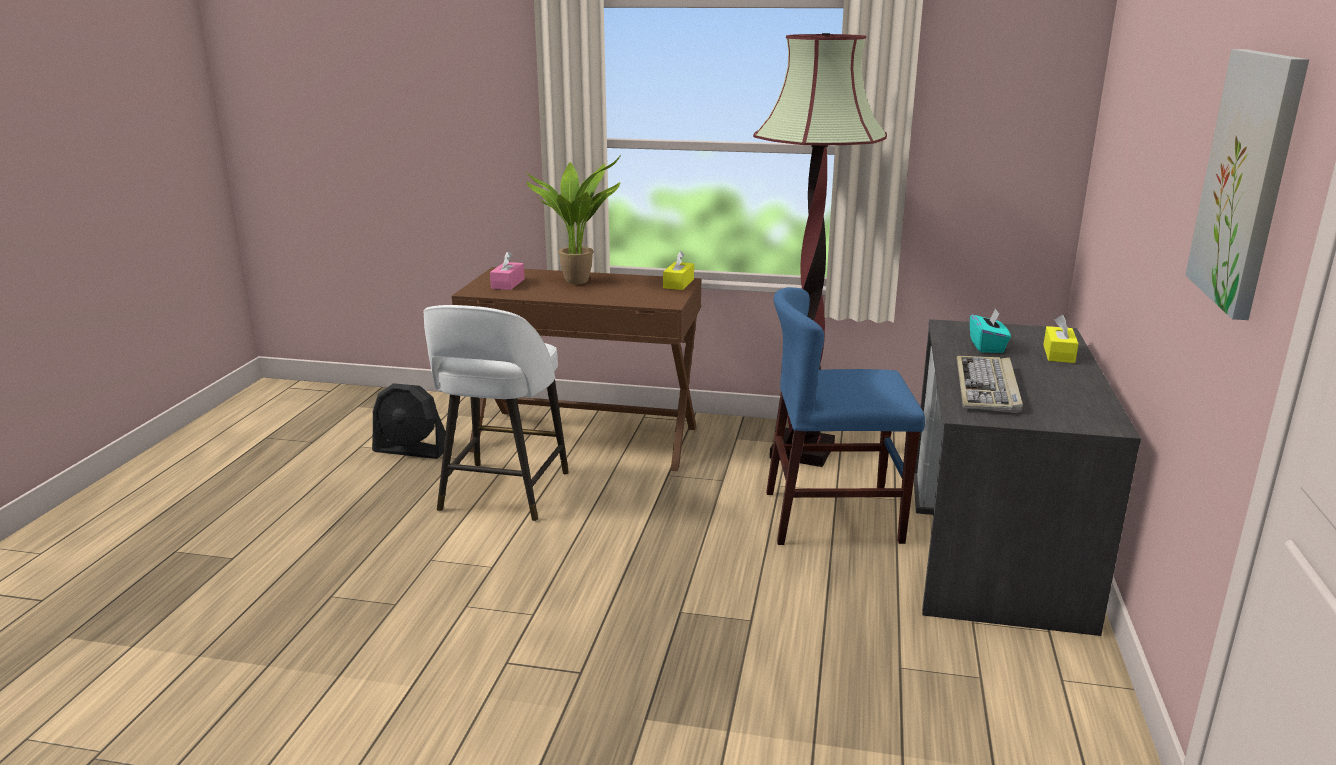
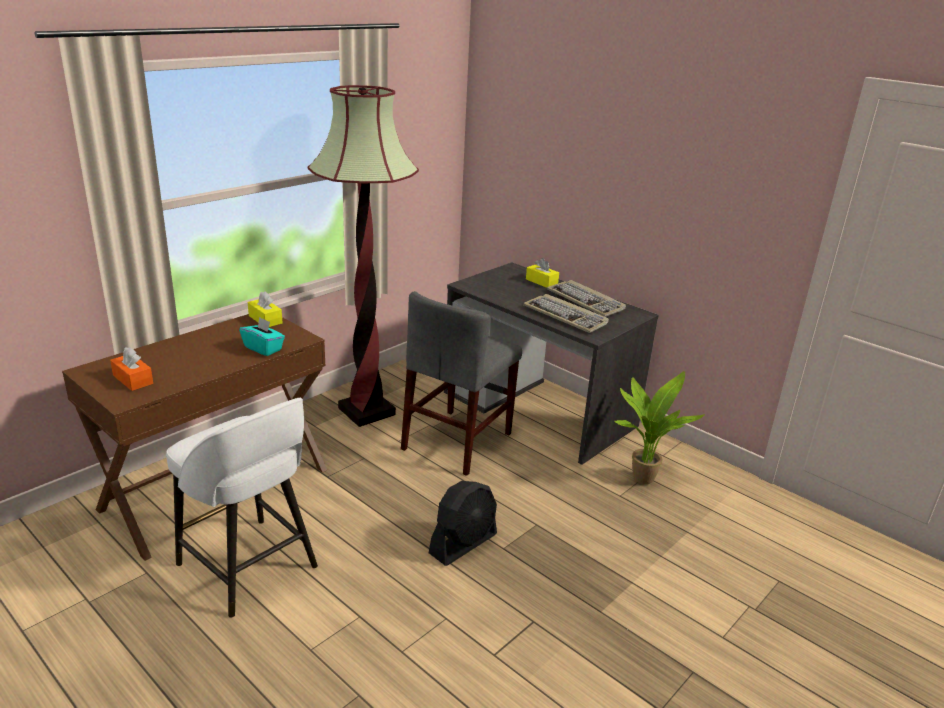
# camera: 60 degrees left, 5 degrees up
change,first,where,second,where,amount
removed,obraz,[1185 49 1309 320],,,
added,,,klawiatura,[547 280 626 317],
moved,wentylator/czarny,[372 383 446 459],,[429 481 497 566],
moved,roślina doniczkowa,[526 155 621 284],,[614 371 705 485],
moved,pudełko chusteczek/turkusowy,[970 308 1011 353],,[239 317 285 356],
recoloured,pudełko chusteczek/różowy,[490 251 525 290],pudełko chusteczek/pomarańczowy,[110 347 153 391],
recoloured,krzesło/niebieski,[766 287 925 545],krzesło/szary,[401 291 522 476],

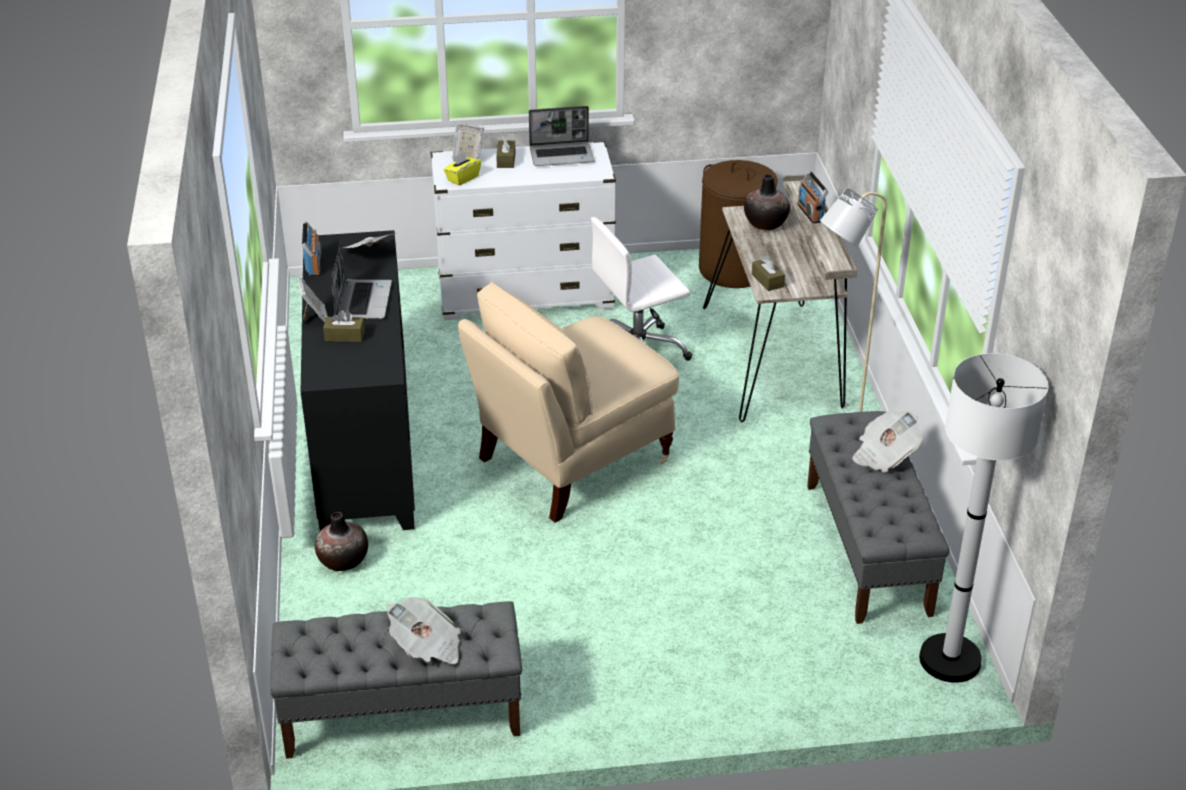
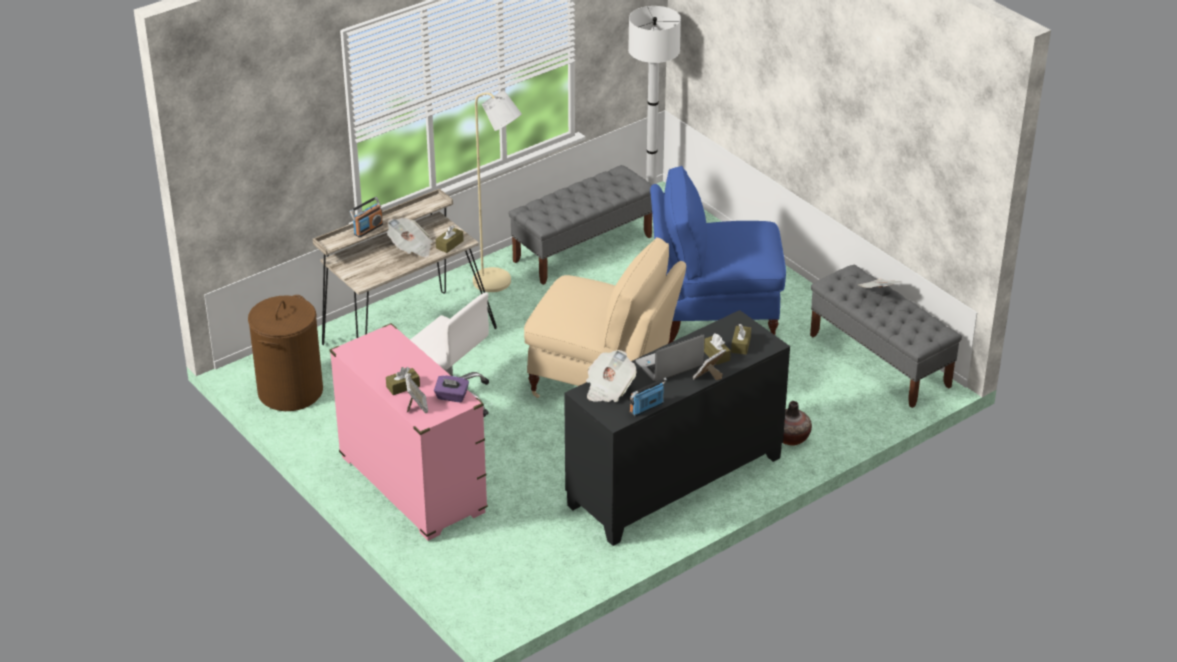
# camera: 120 degrees left, 0 degrees up
change,first,where,second,where,amount
removed,laptop,[529 106 595 166],,,
removed,wazon,[744 174 790 230],,,
added,,,krzesło/niebieski,[650 166 786 344],
added,,,pudełko chusteczek/brązowy,[731 324 751 355],
moved,gazeta,[852 410 923 473],,[387 218 433 258],
recoloured,komoda/biały,[430 141 616 320],komoda/różowy,[329 323 488 541],
recoloured,pudełko chusteczek/żółty,[443 152 481 186],pudełko chusteczek/fioletowy,[434 375 469 402],

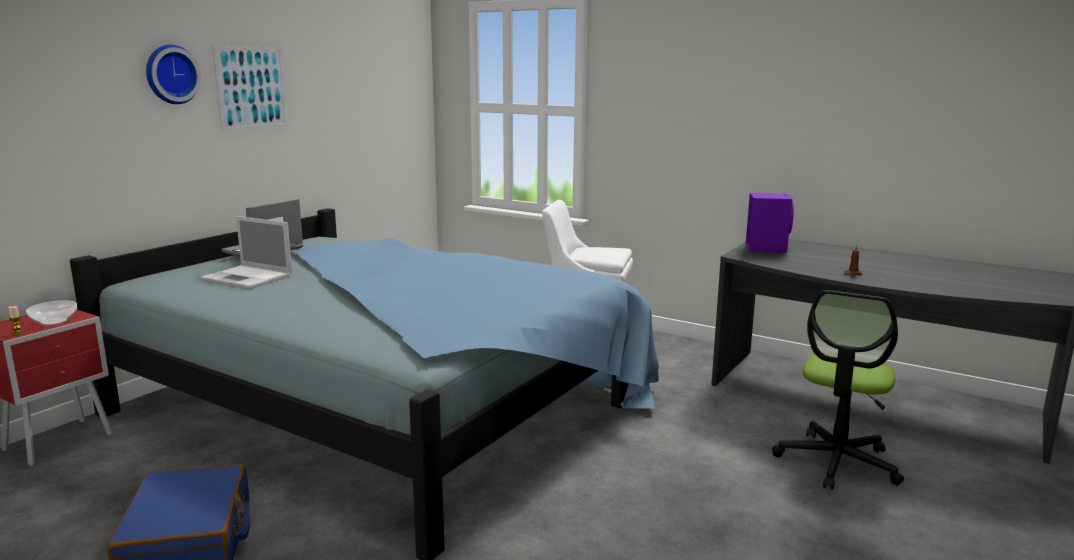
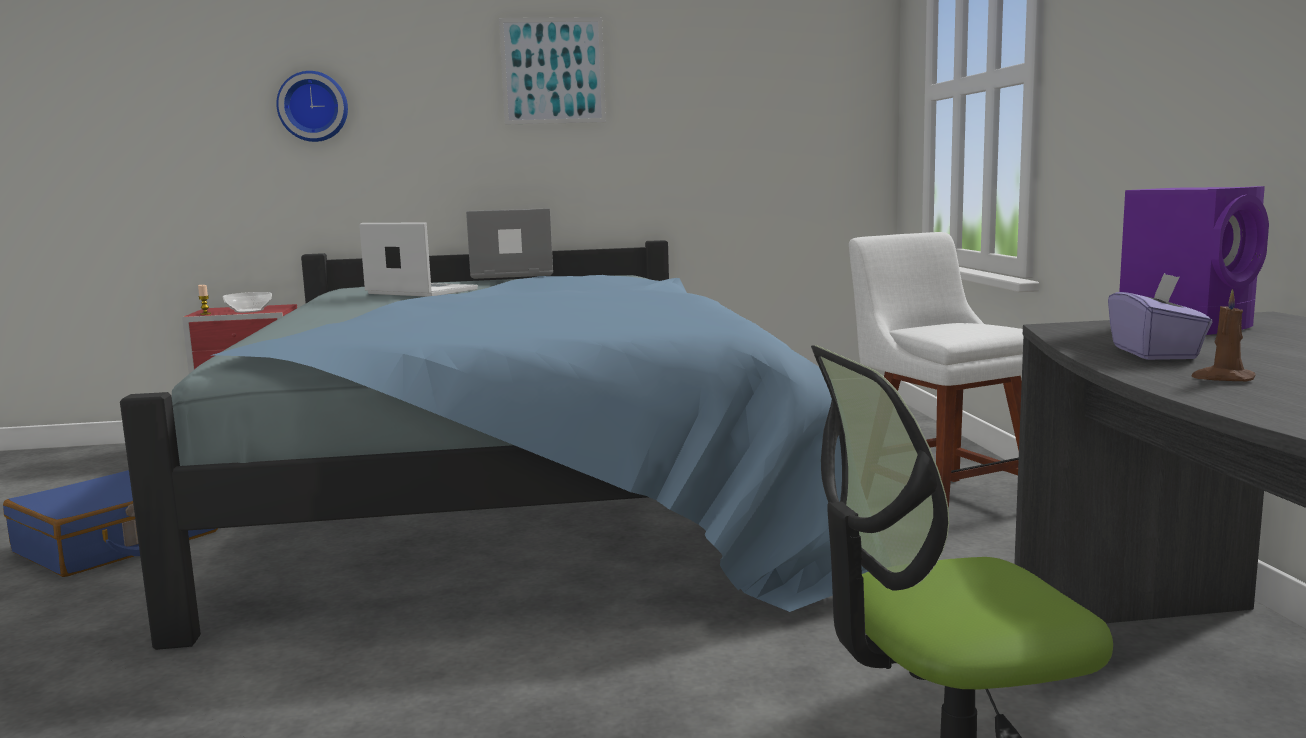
# camera: 50 degrees right, 5 degrees down
change,first,where,second,where,amount
added,,,pudełko chusteczek/fioletowy,[1108 273 1212 360],
moved,zegar ścienny,[146 45 201 104],,[276 71 348 142],
turned,laptop,[200 216 292 289],,[359 222 478 297],135 degrees clockwise

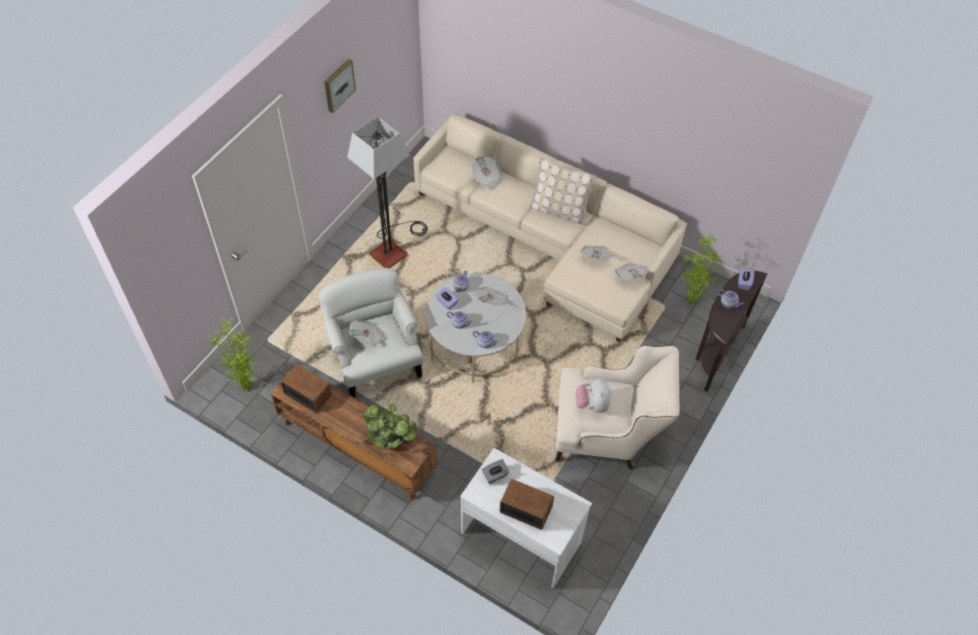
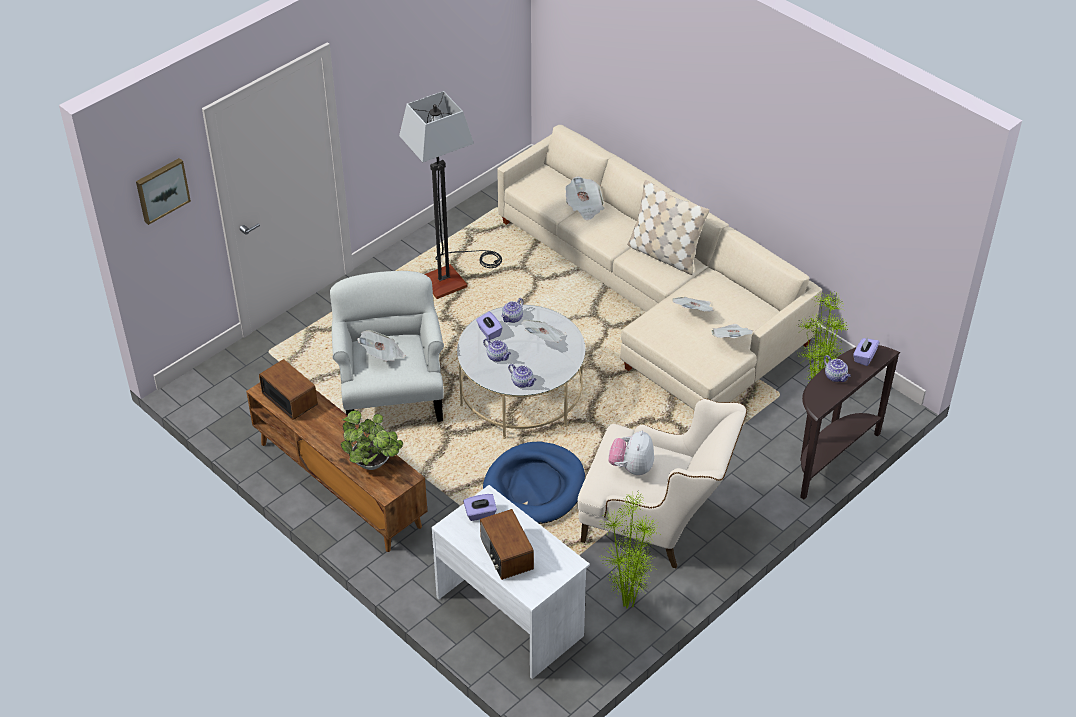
# camera: 15 degrees right, 10 degrees down
change,first,where,second,where,amount
added,,,legowisko/niebieski,[483 441 585 524],
moved,roślina doniczkowa,[204 315 258 392],,[599 492 662 608],
moved,obraz,[324 59 356 113],,[136 158 191 225],
recoloured,pudełko chusteczek/szary,[482 459 509 484],pudełko chusteczek/fioletowy,[463 494 497 521],
turned,radio,[499 479 554 530],,[480 509 534 580],150 degrees counterclockwise

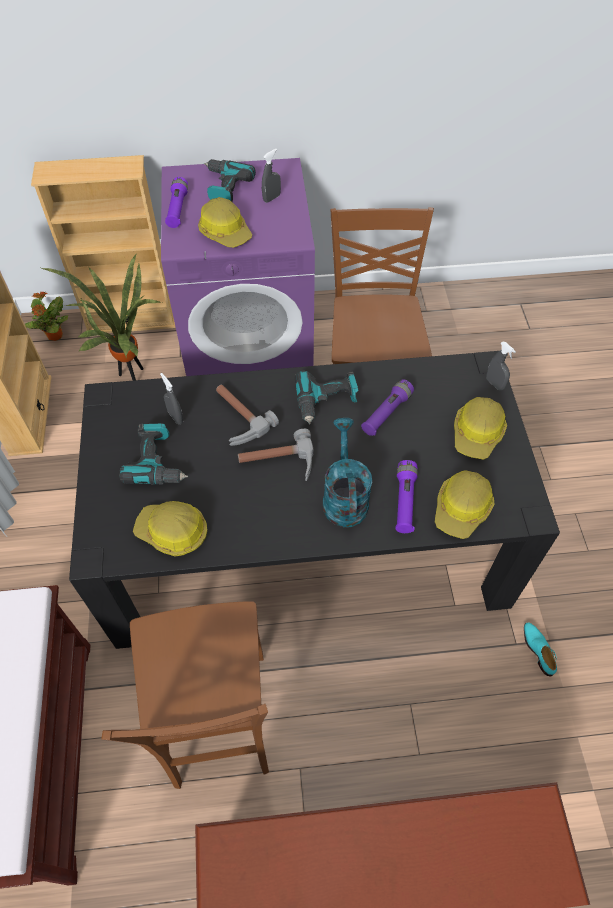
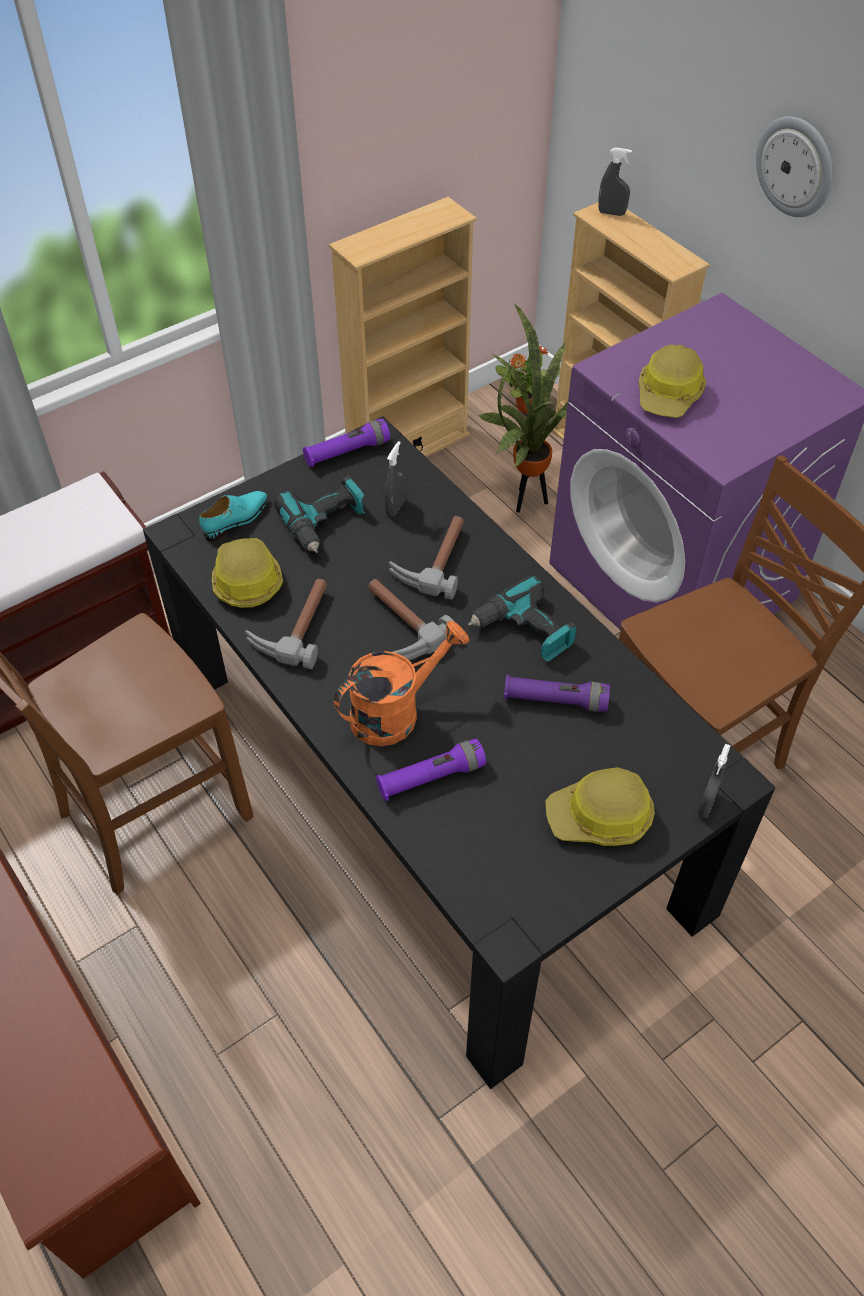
# camera: 60 degrees right, 5 degrees down
change,first,where,second,where,amount
removed,wiertarka,[204 159 256 202],,,
removed,kask,[435 470 495 539],,,
added,,,młotek,[245 579 327 669],
added,,,zegar ścienny,[756 117 833 217],
moved,latarka/fioletowy,[165 177 188 228],,[303 419 390 467],
moved,spryskiwacz/szary,[262 149 281 203],,[598 147 632 216],
moved,but/turkusowy,[524 622 557 676],,[199 491 268 541],
recoloured,konewka/turkusowy,[323 418 372 528],konewka/pomarańczowy,[334 621 469 746],

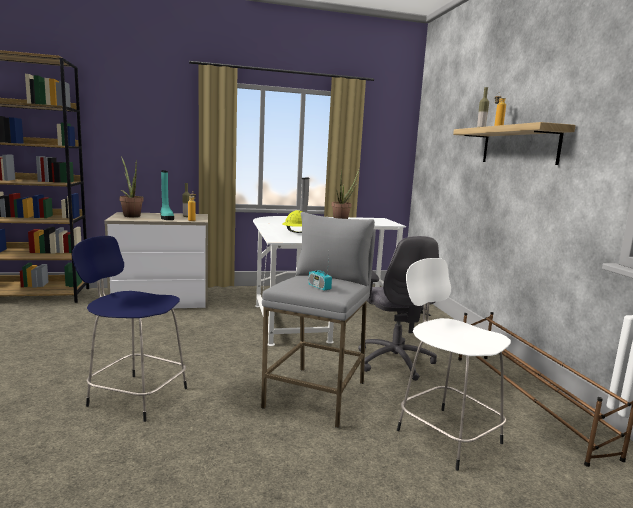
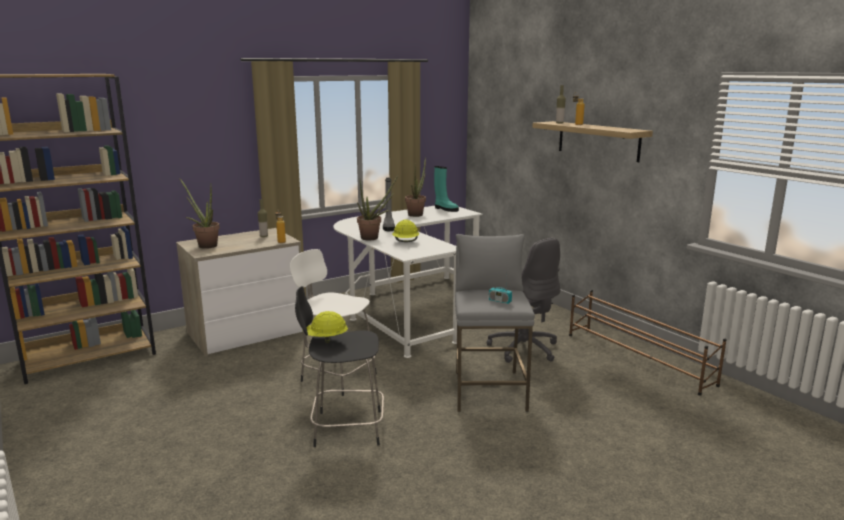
# camera: 20 degrees left, 5 degrees up
change,first,where,second,where,amount
added,,,kask/żółty,[302 311 348 343],
added,,,roślina doniczkowa,[357 175 398 240],
moved,but z cholewką/turkusowy,[160 170 174 220],,[434 166 459 212],
moved,stołek/biały,[397 258 511 471],,[290 249 377 396],
recoloured,stołek/niebieski,[72 236 187 422],stołek/czarny,[295 286 384 447],

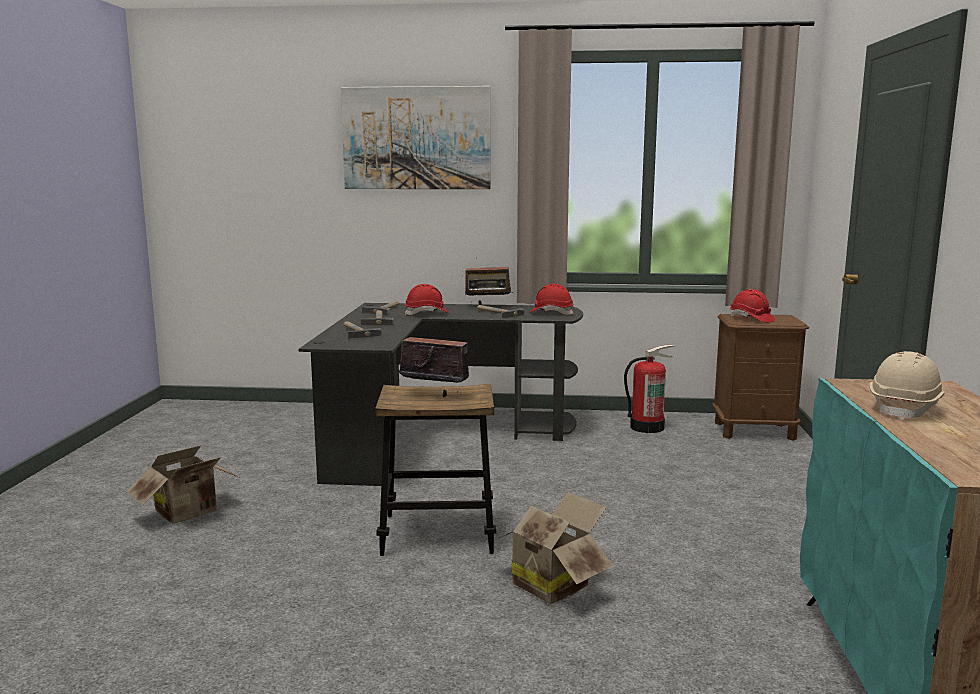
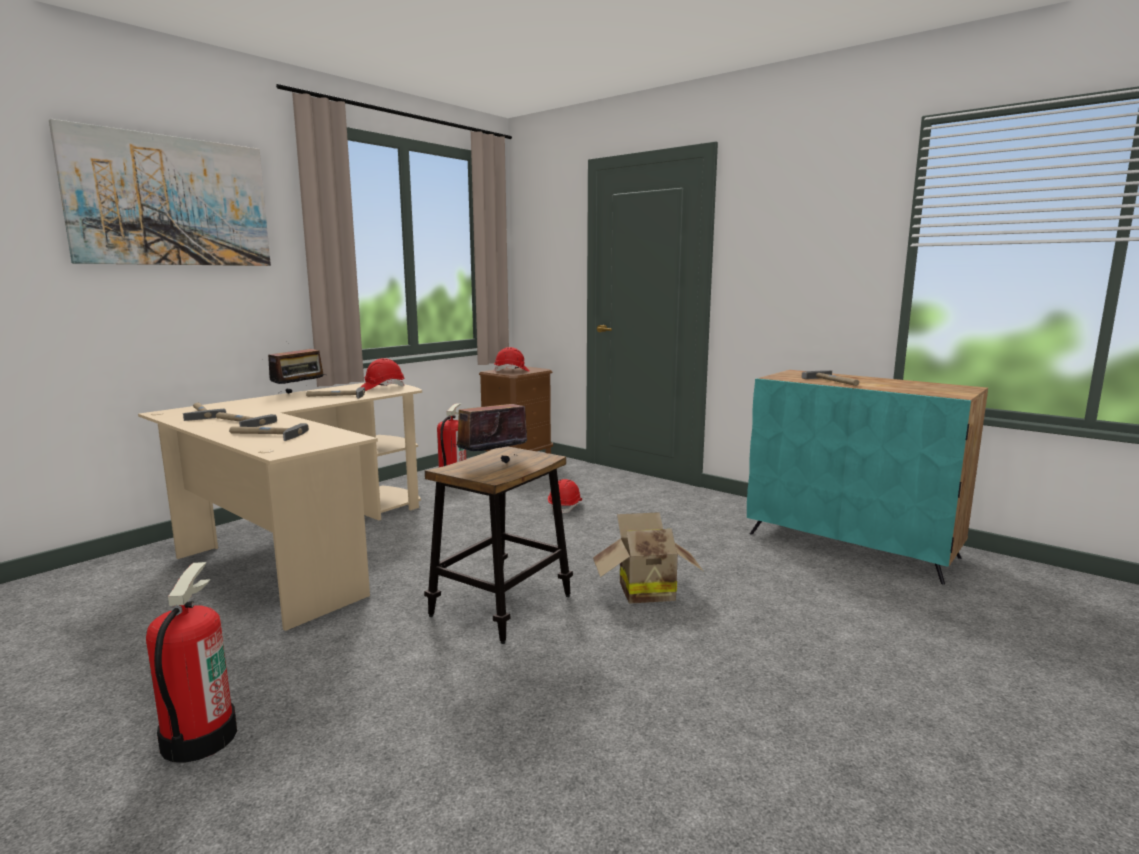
# camera: 55 degrees left, 0 degrees up
change,first,where,second,where,amount
moved,kask/czerwony,[405 284 449 316],,[548 479 582 513],
replaced,karton,[127 446 239 524],gaśnica,[146 562 237 763],
replaced,kask/beżowy,[869 351 945 421],młotek,[802 370 859 386],
recoloured,biurko/czarny,[299 303 583 486],biurko/beżowy,[138 383 422 631],

